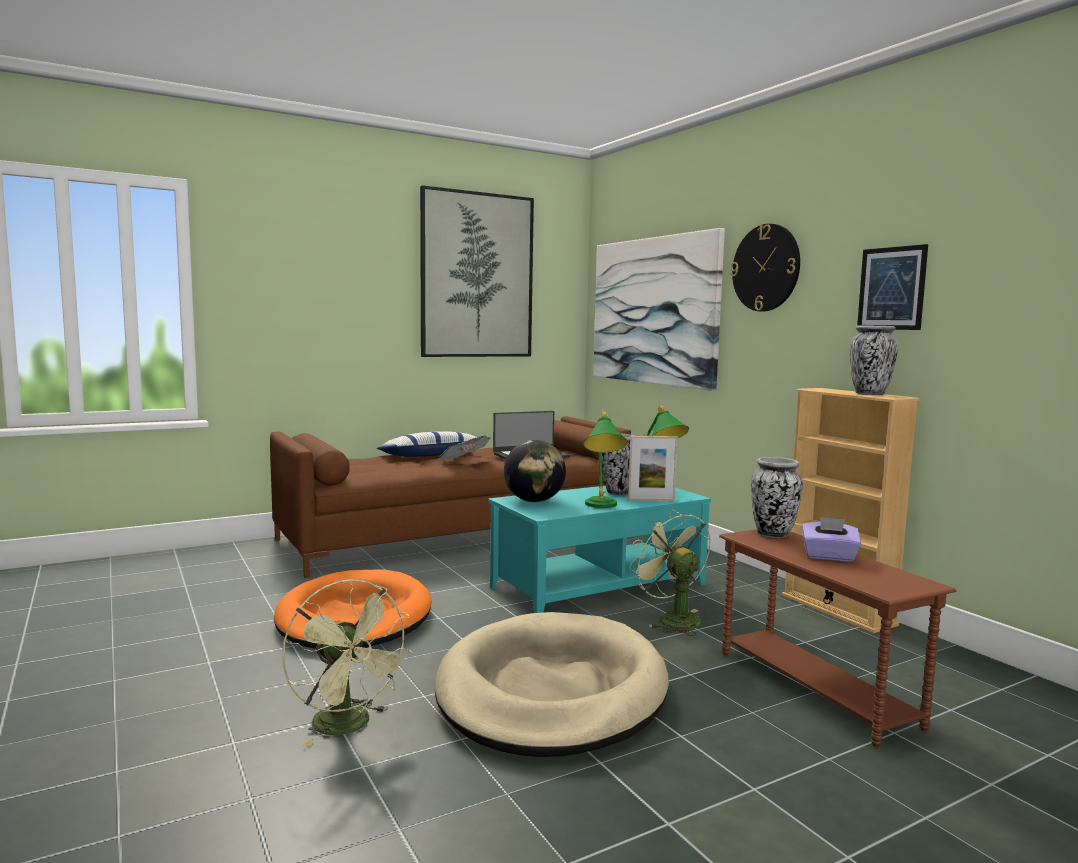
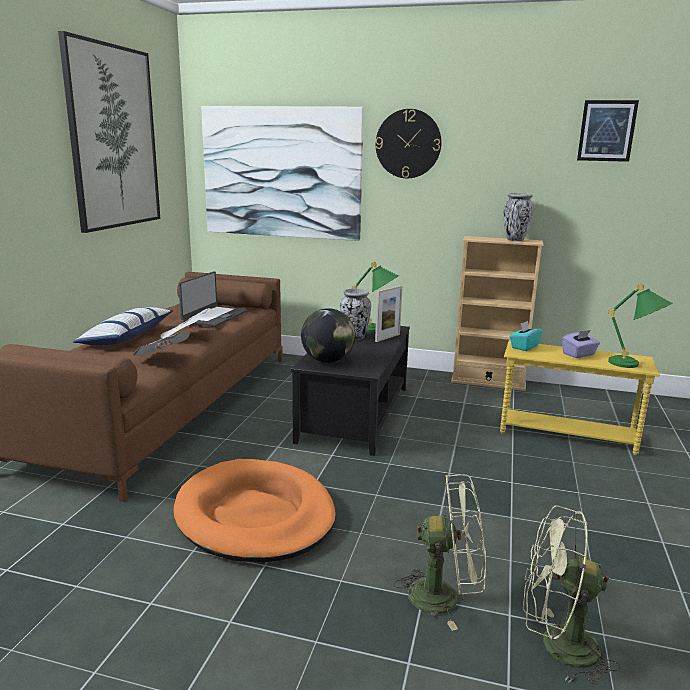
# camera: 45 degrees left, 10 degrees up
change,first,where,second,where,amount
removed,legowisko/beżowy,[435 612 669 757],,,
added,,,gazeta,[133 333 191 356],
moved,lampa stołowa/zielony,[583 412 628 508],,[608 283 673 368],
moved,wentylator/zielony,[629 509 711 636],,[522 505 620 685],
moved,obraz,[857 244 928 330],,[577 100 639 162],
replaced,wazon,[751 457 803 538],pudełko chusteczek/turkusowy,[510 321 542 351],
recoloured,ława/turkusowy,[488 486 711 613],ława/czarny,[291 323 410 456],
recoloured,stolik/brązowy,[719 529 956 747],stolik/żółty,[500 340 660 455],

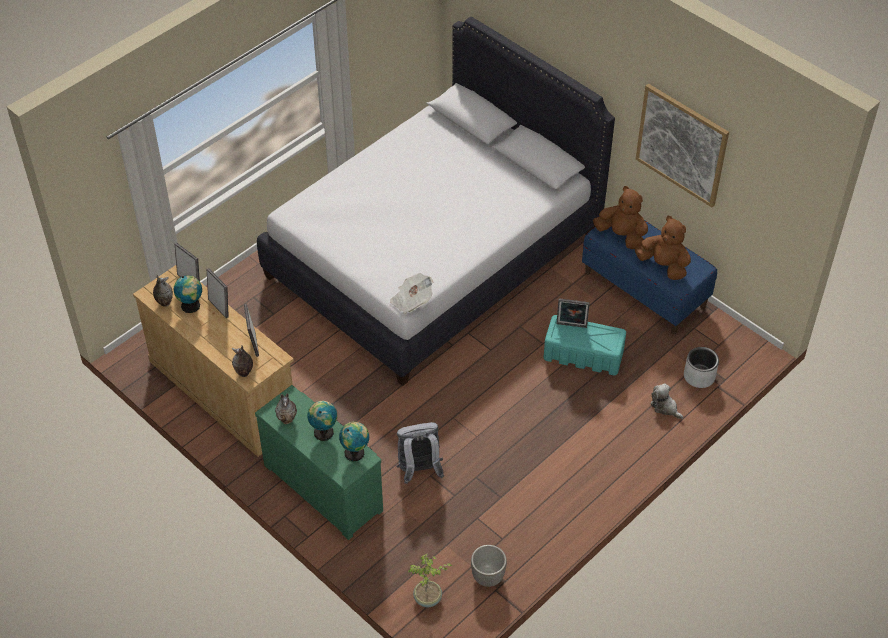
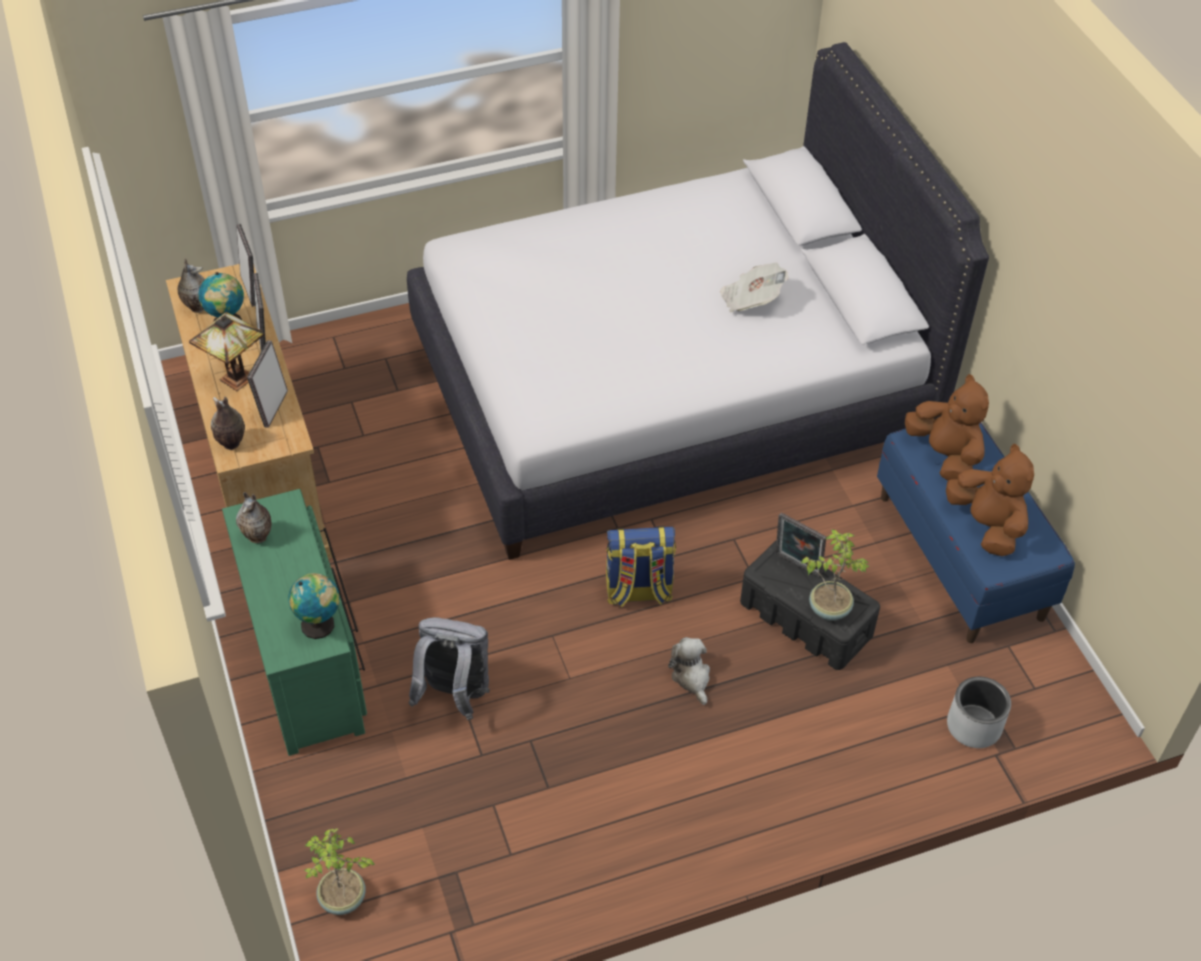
# camera: 25 degrees right, 0 degrees up
change,first,where,second,where,amount
removed,globus,[307 401 337 441],,,
removed,donica,[471 545 507 587],,,
removed,obraz,[636 84 729 207],,,
added,,,lampa stołowa,[189 312 265 392],
added,,,plecak,[606 526 676 607],
added,,,roślina doniczkowa,[800 529 869 620],
moved,gazeta,[390 273 433 314],,[720 262 788 313],
moved,pluszak,[650 383 683 419],,[668 637 710 705],
recoloured,pojemnik do przechowywania/turkusowy,[543 315 626 375],pojemnik do przechowywania/czarny,[740 540 880 670],

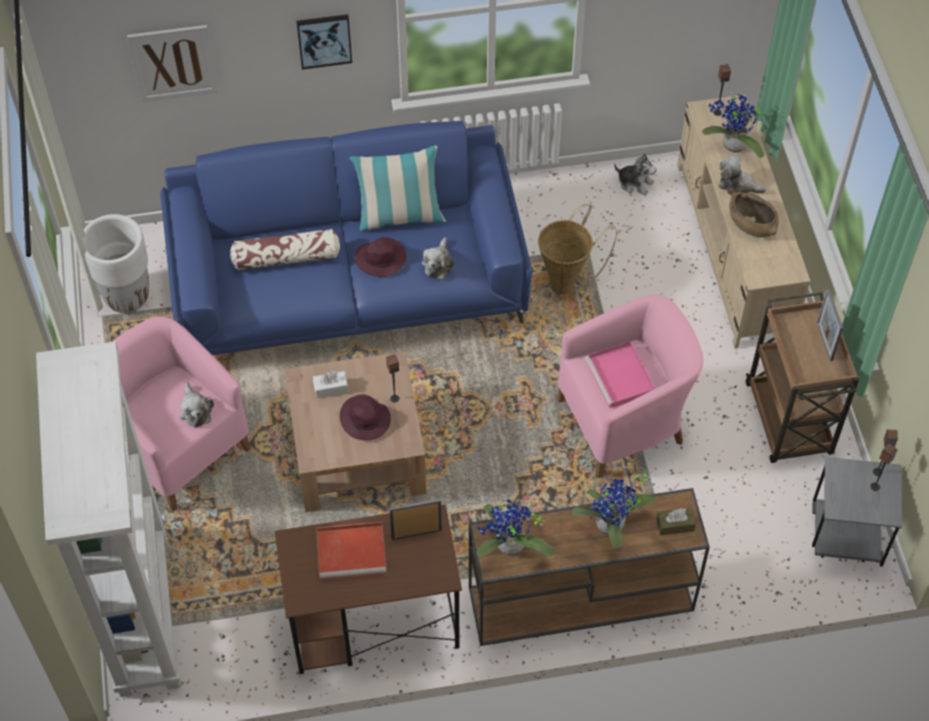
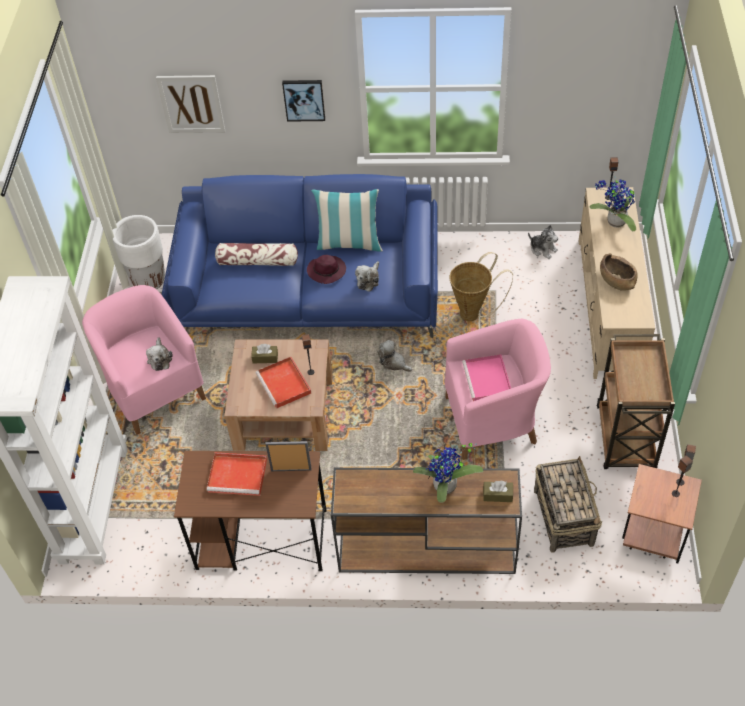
# camera: 15 degrees right, 5 degrees down
change,first,where,second,where,amount
removed,roślina doniczkowa,[477 499 554 557],,,
removed,ramka na zdjęcie,[817 289 843 361],,,
added,,,koszyk,[534 456 602 553],
moved,pluszak,[718 155 766 195],,[378 340 412 372],
replaced,kapelusz/fioletowy,[340 394 391 441],taca/czerwony,[256 357 311 409],
recoloured,pudełko chusteczek/biały,[313 371 348 398],pudełko chusteczek/brązowy,[251 344 278 363],
recoloured,stolik/szary,[812 457 902 567],stolik/brązowy,[622 464 702 564],

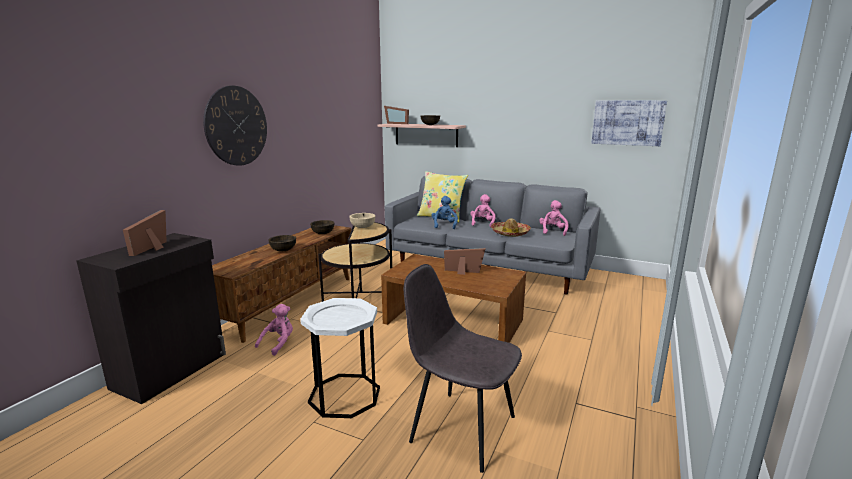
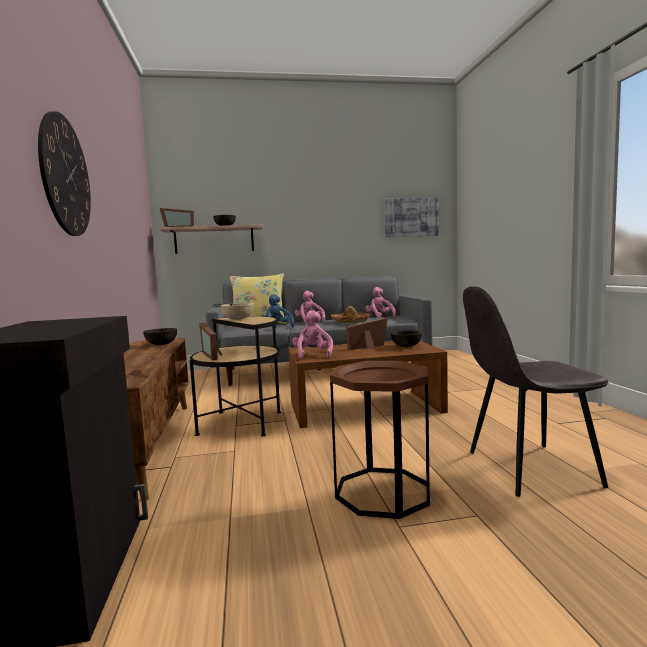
# camera: 35 degrees left, 10 degrees down
change,first,where,second,where,amount
moved,ramka na zdjęcie,[123 210 167 256],,[199 323 223 360],
moved,pluszak/różowy,[255 304 293 356],,[292 310 333 359],
moved,miska/brązowy,[268 235 296 251],,[391 331 422 347],
recoloured,stolik/biały,[300 298 380 418],stolik/brązowy,[330 361 430 519],

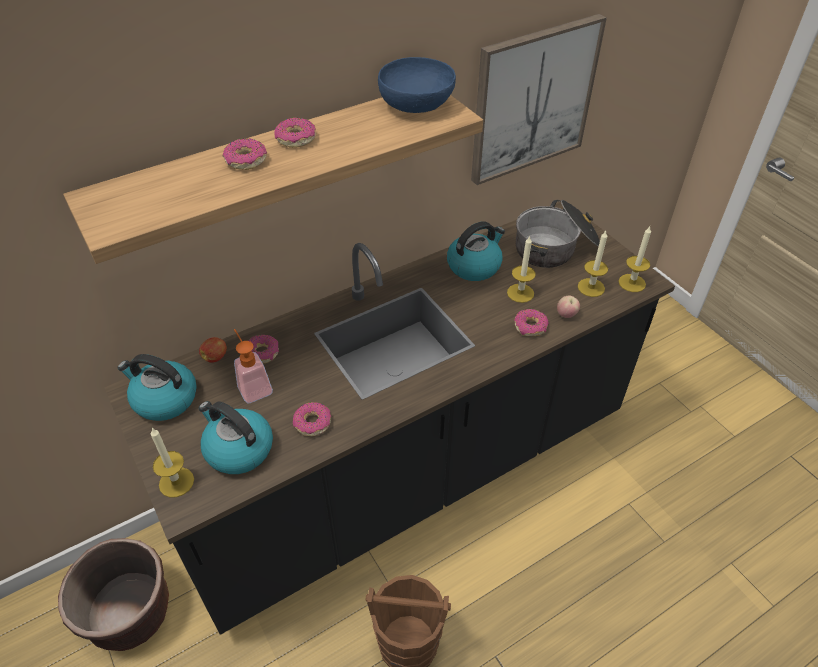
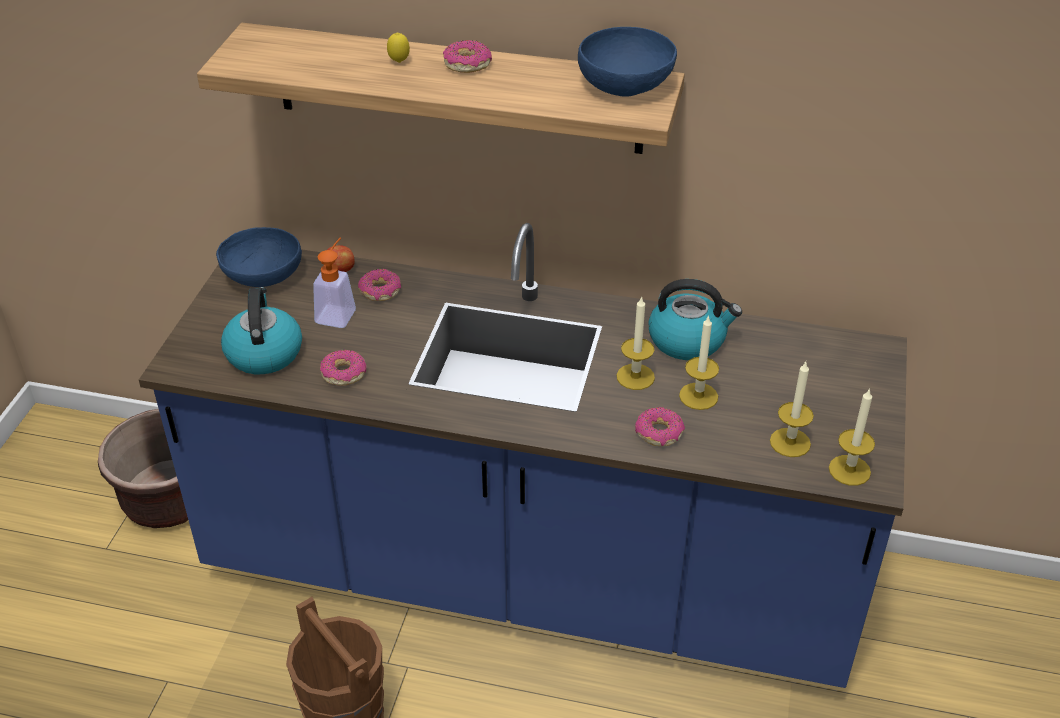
# camera: 45 degrees right, 5 degrees down
change,first,where,second,where,amount
removed,obraz,[471 14 607 185],,,
removed,garnek,[516 200 600 268],,,
removed,jabłko,[557 296 580 318],,,
moved,świeca,[151 427 194 497],,[617 296 655 390],
replaced,czajnik,[118 354 197 421],miska/niebieski,[216 227 302 287],
replaced,donut,[223 138 267 170],cytryna,[387 32 410 63],
recoloured,zabudowa kuchenna/czarny,[104 202 675 635],zabudowa kuchenna/niebieski,[139 223 907 688],

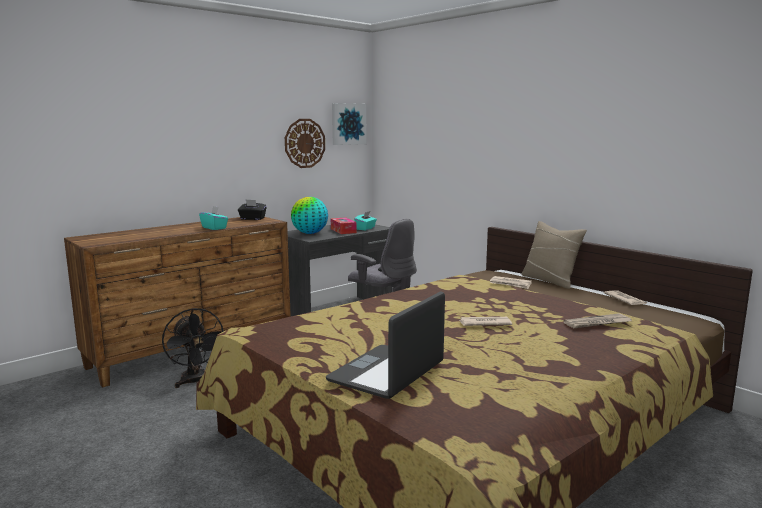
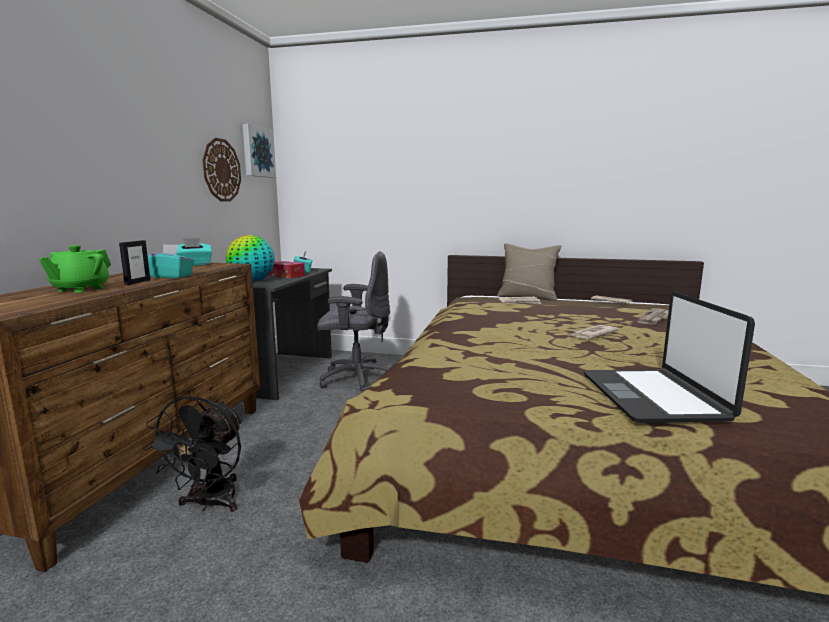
# camera: 35 degrees left, 0 degrees up
change,first,where,second,where,amount
added,,,imbryk/zielony,[39 245 111 293],
added,,,ramka na zdjęcie,[119 240 150 285],
recoloured,pudełko chusteczek/czarny,[238 199 267 220],pudełko chusteczek/turkusowy,[176 238 212 266],
turned,wentylator/czarny,[162 308 224 388],,[143 396 242 512],75 degrees clockwise

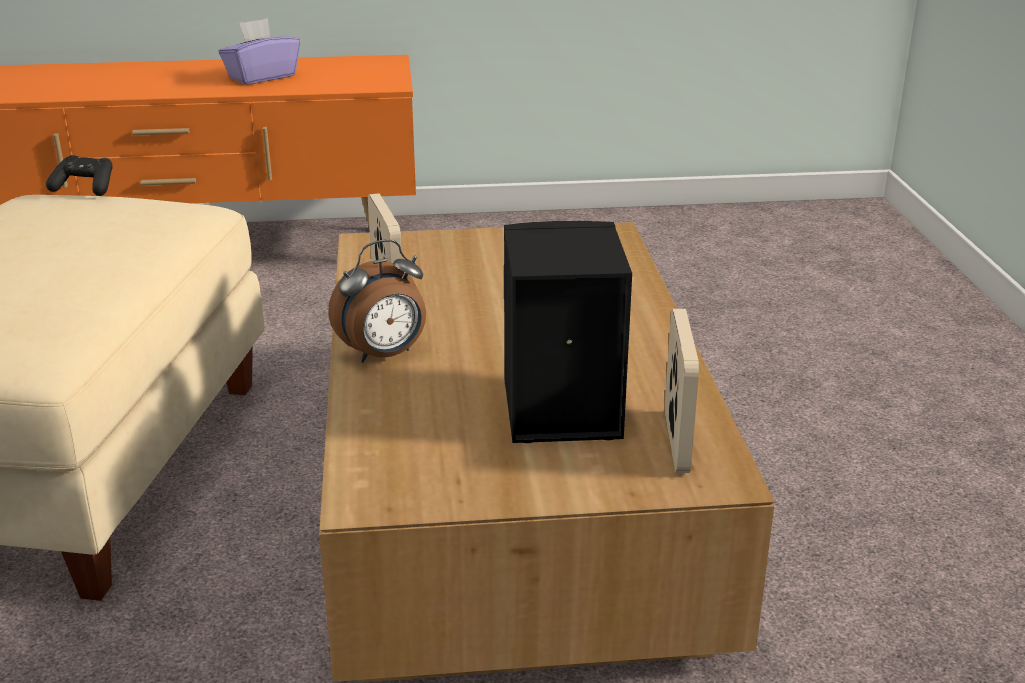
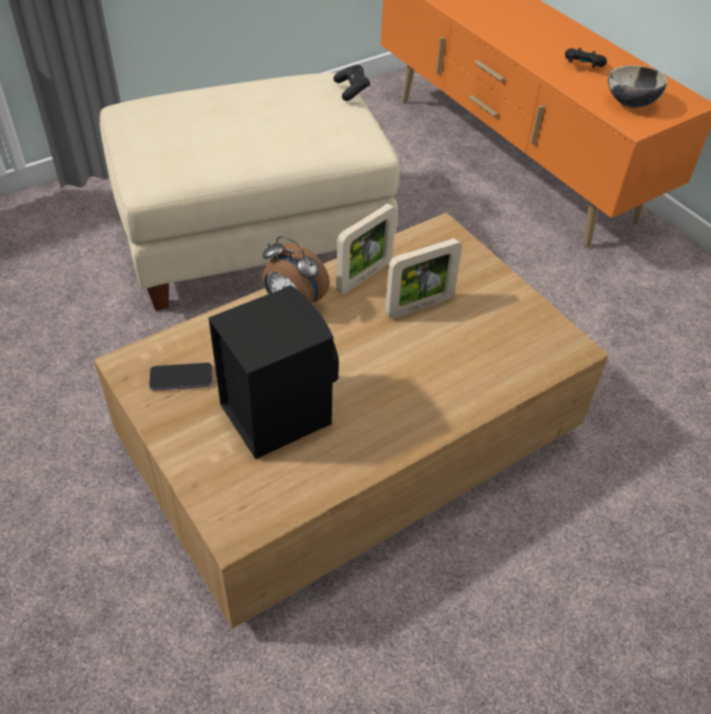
# camera: 60 degrees right, 20 degrees up
change,first,where,second,where,amount
added,,,telefon,[149 363 212 391],
added,,,miska,[608 65 667 108],
moved,ramka na zdjęcie,[665 309 699 473],,[385 238 462 319],
replaced,pudełko chusteczek/fioletowy,[219 18 300 85],pad do gier/czarny,[565 48 607 68],

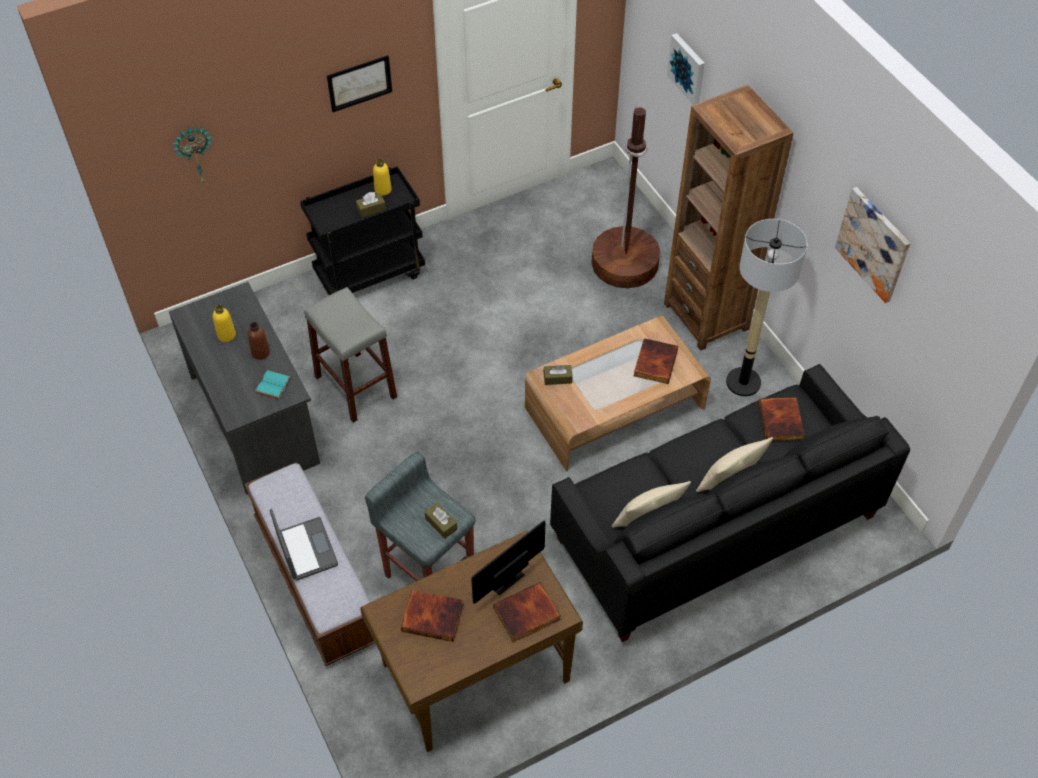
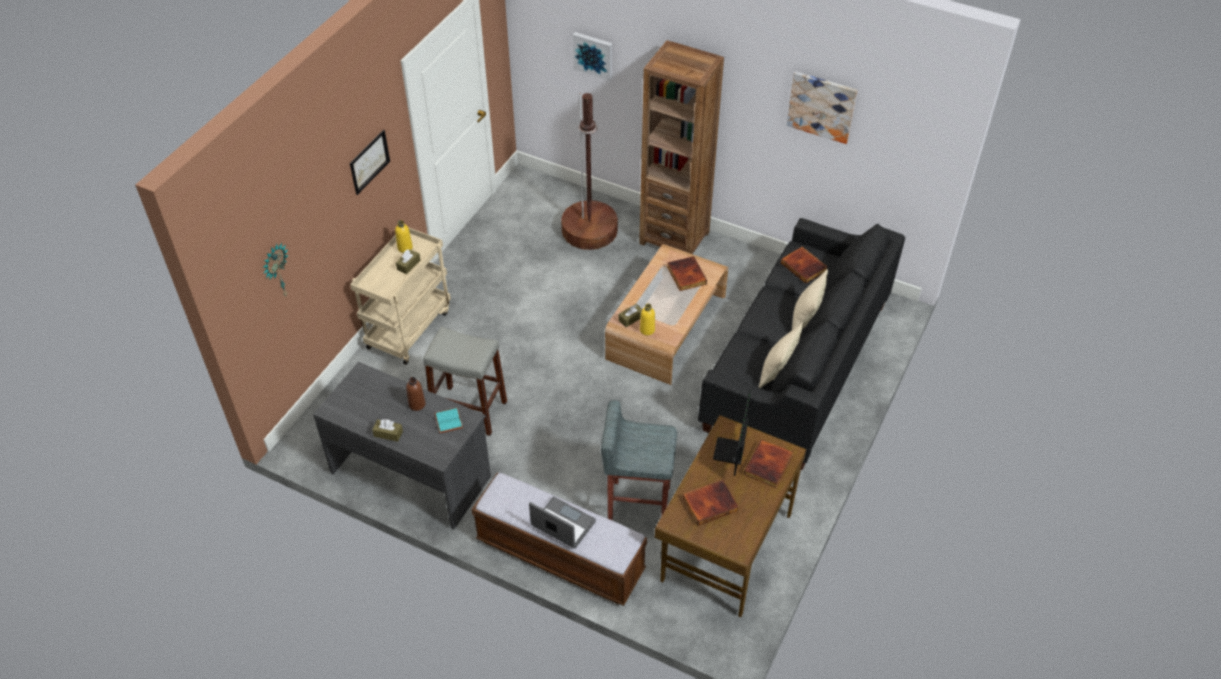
# camera: 35 degrees left, 5 degrees down
change,first,where,second,where,amount
removed,lampa stojąca,[726 219 807 396],,,
moved,butelka/żółty,[213 304 236 342],,[640 304 655 335],
moved,pudełko chusteczek/brązowy,[425 503 457 539],,[372 419 403 442],
recoloured,wózek/czarny,[300 166 425 295],wózek/beżowy,[350 227 451 365],

